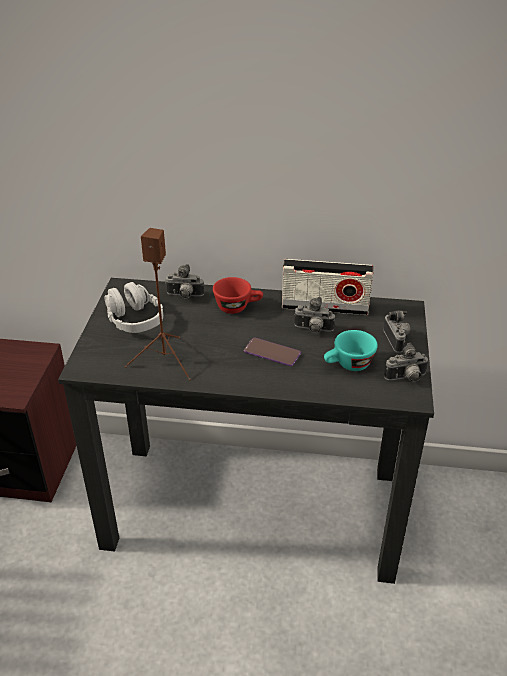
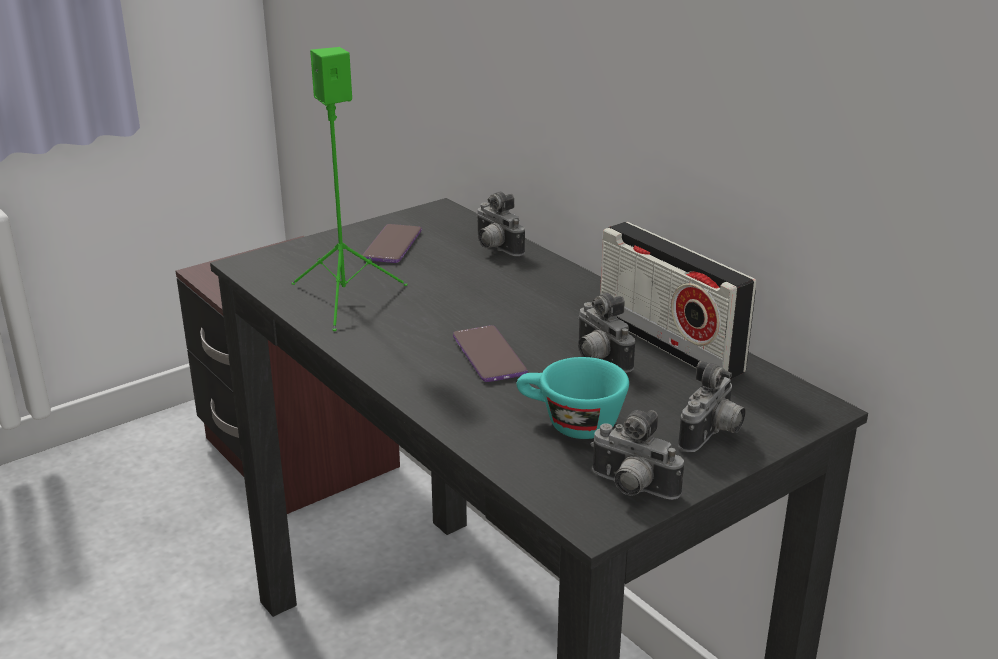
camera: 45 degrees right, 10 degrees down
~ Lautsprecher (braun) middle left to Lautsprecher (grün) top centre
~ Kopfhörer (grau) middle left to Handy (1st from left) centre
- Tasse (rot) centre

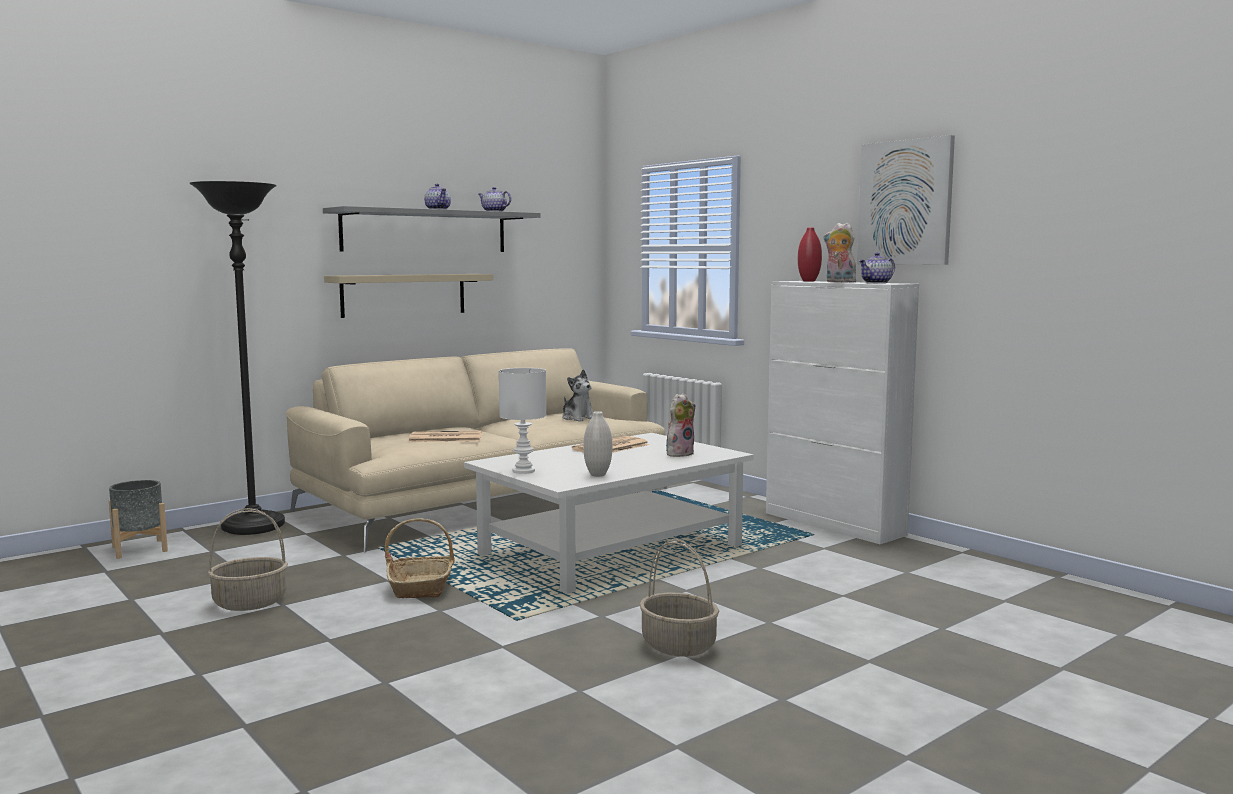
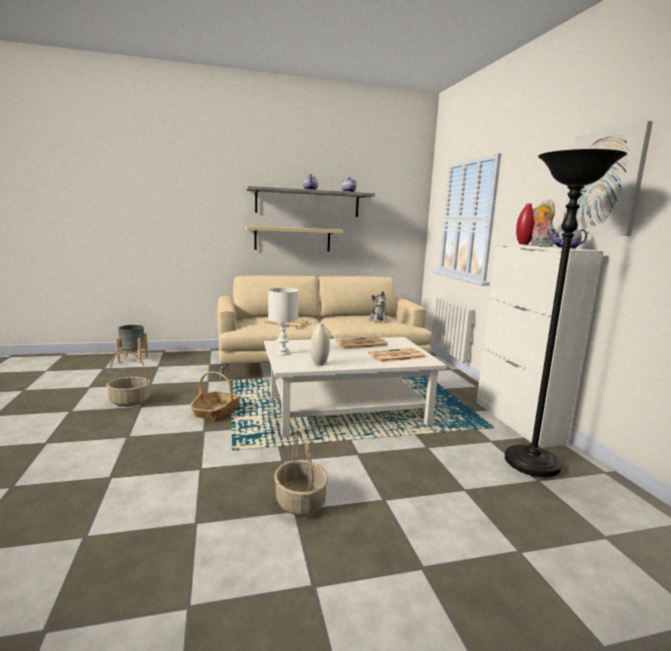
camera: 25 degrees right, 5 degrees up
~ Plüschtier (2nd from left) centre to Zeitung (3rd from left) centre
~ Stehlampe (schwarz) middle left to middle right

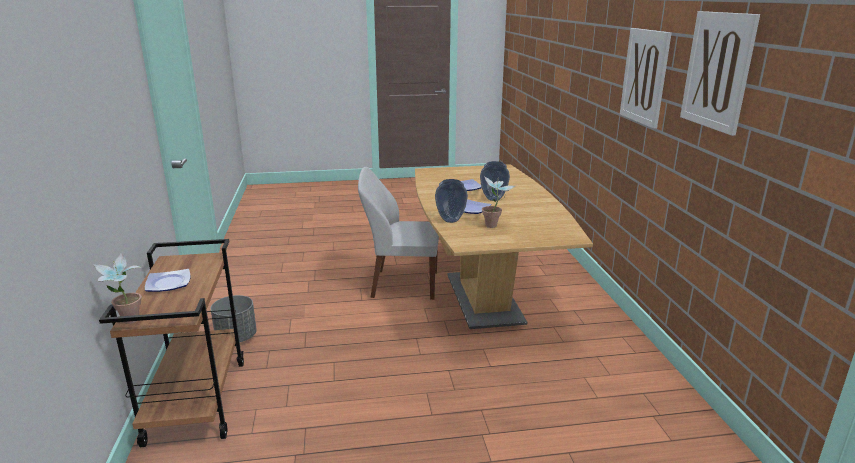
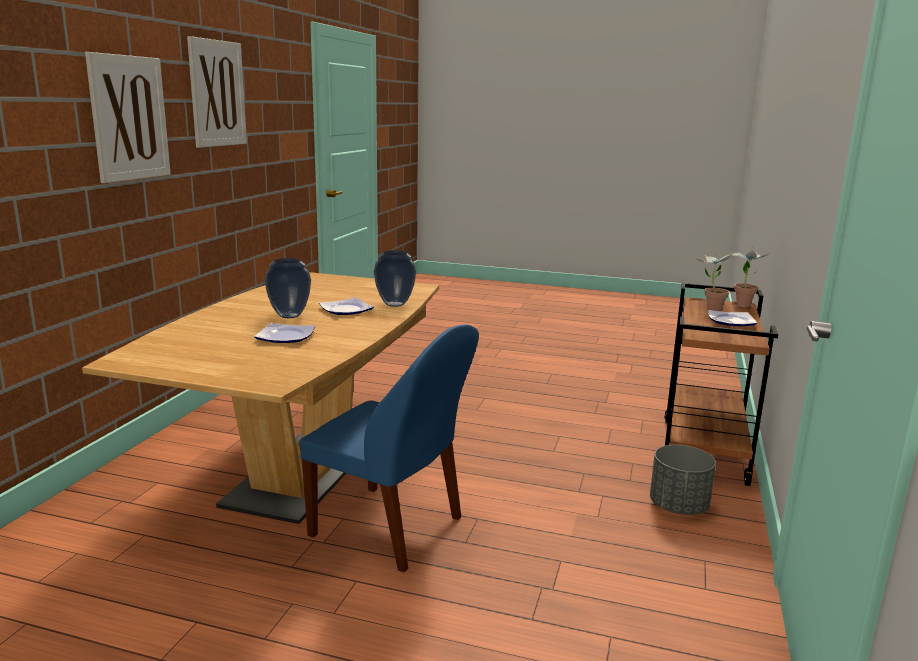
camera: 155 degrees left, 5 degrees down
~ Stuhl (weiß) centre to Stuhl (blau) bottom centre
~ Topfpflanze (2nd from left in the first image) centre to Topfpflanze (1st from left) middle right

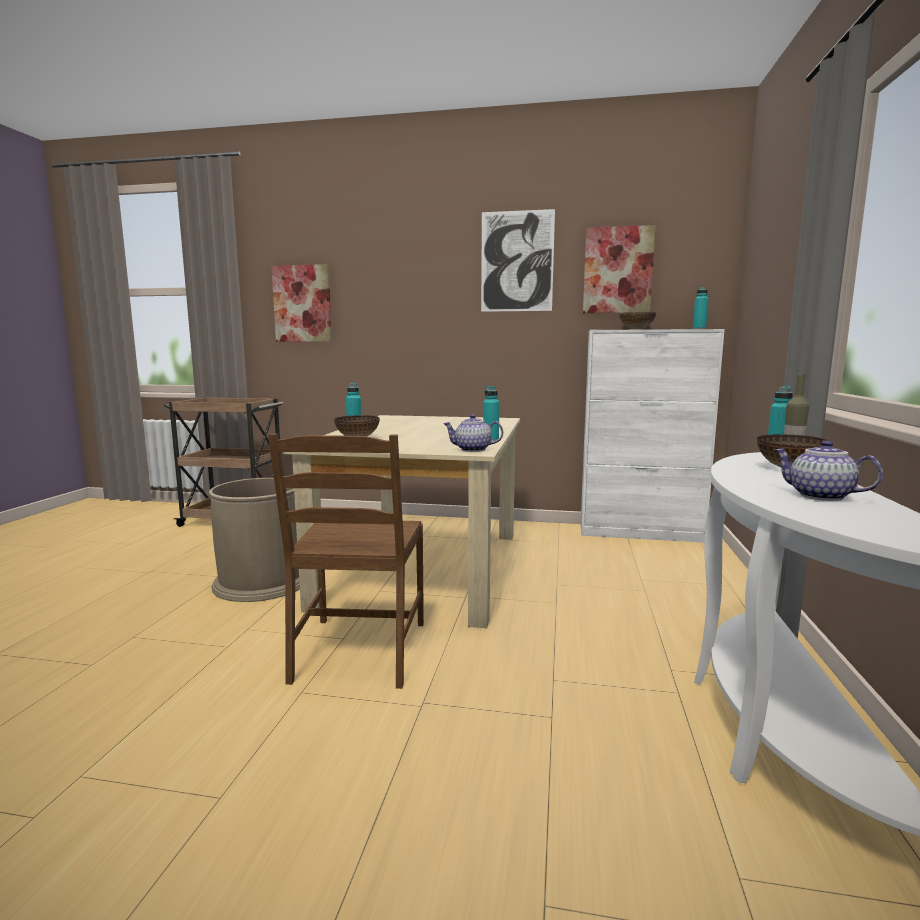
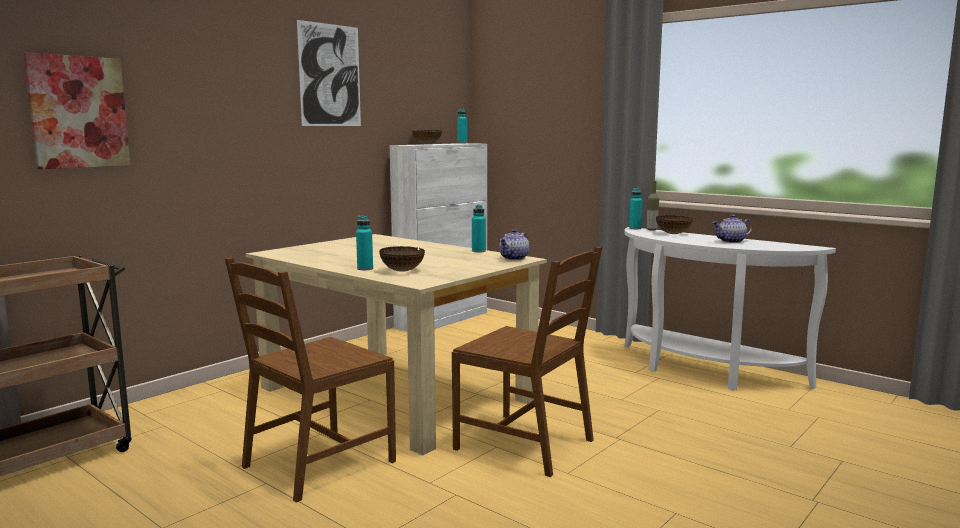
camera: 60 degrees left, 0 degrees up
~ Mülleimer (braun) middle left to Stuhl (braun) (1st from left) bottom left
- Bild (3rd from left) top right

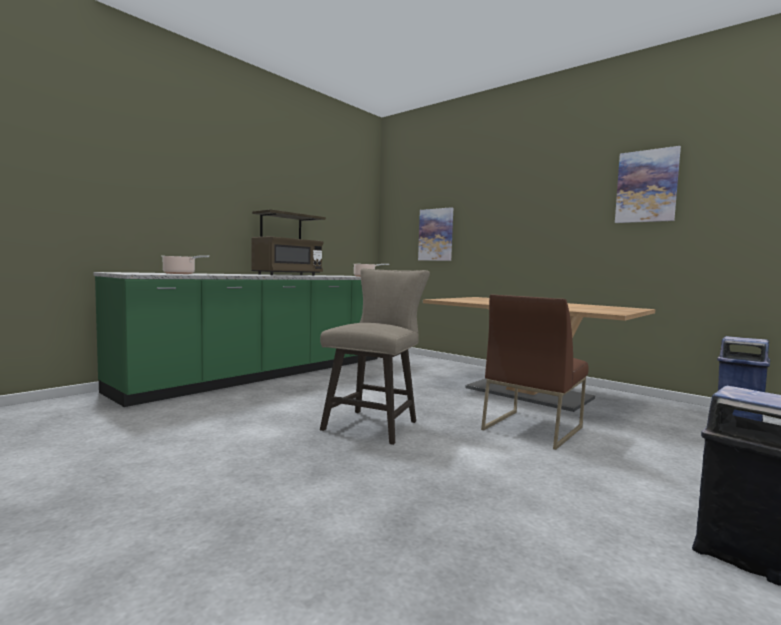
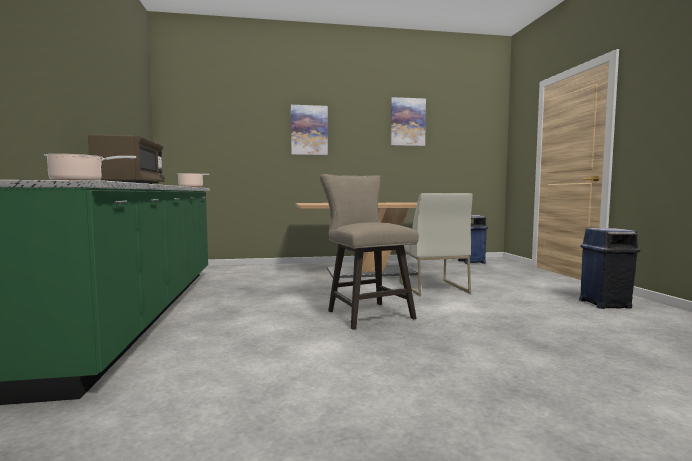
camera: 50 degrees left, 0 degrees up
~ Bild (1st from left) centre to top centre
~ Stuhl (braun) middle right to Stuhl (weiß) centre
- Wandregal centre

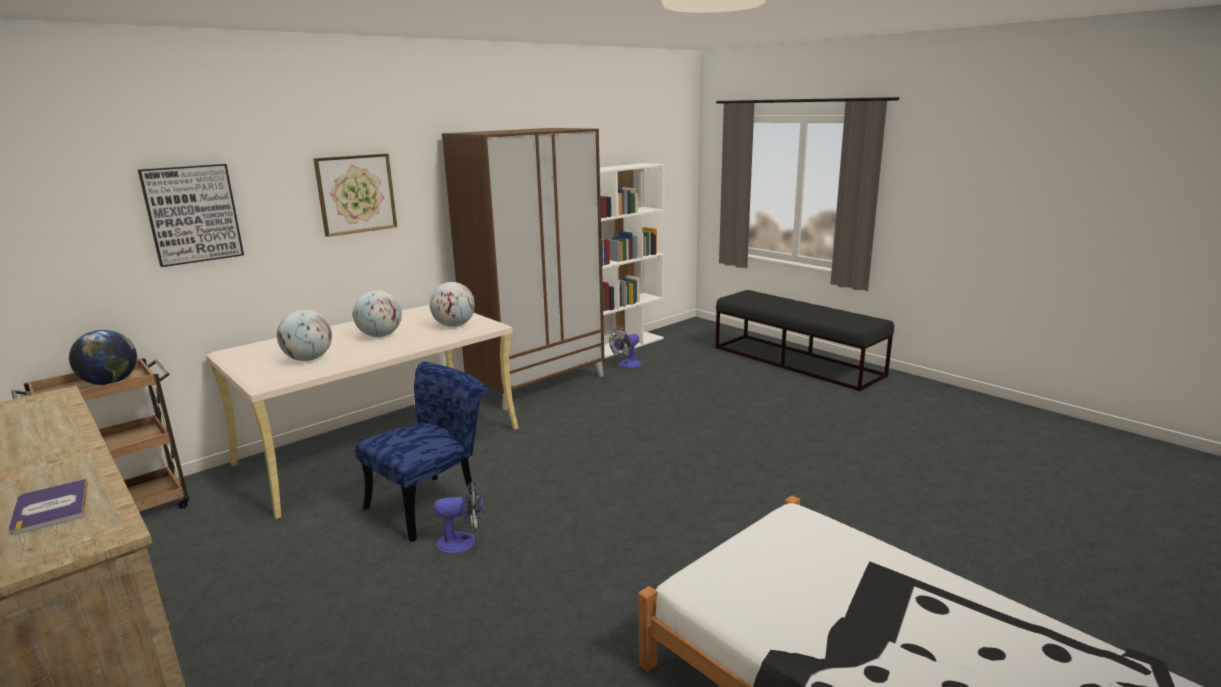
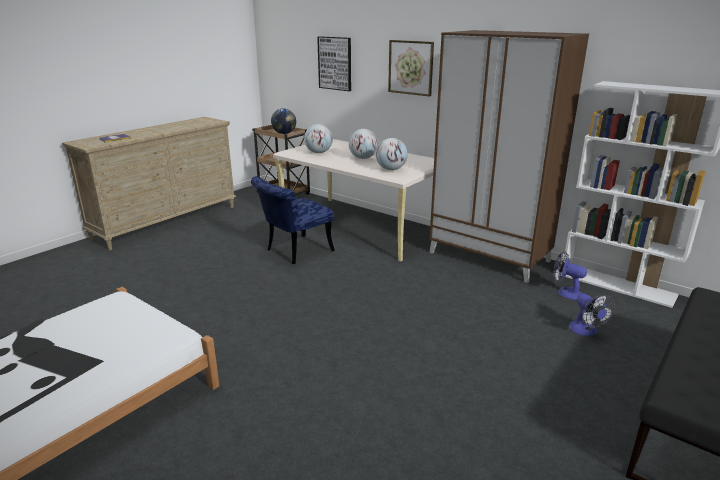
camera: 80 degrees right, 5 degrees up
~ Stuhl (blau) centre = centre 105 degrees clockwise
~ Ventilator (1st from left in the first image) bottom centre to Ventilator (2nd from left) middle right

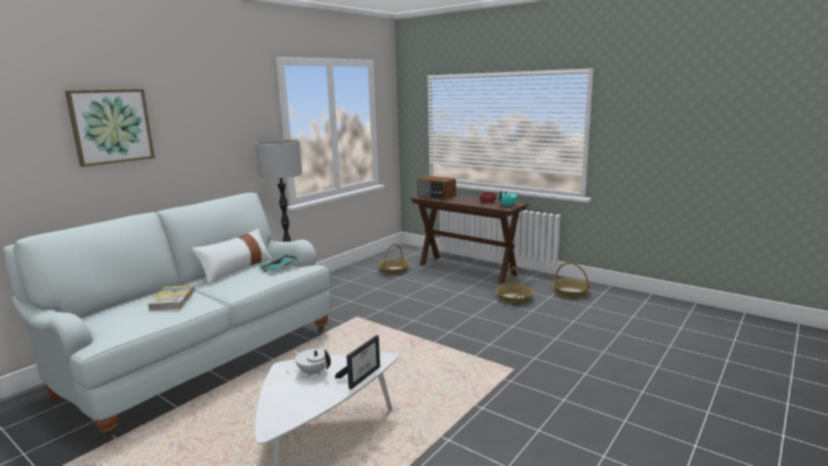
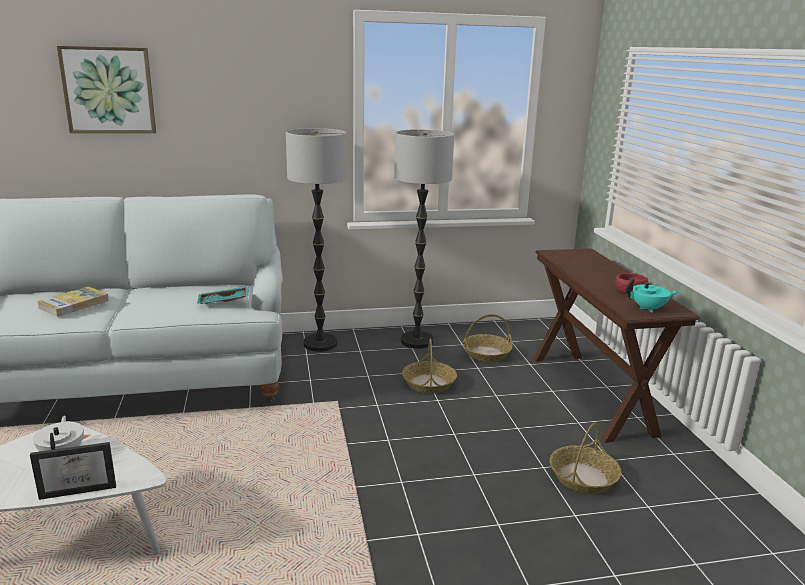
camera: 40 degrees right, 5 degrees up
+ Stehlampe (2nd from left) centre
~ Korb (3rd from left in the first image) middle right to Korb (1st from left) centre
- Kissen (weiß) middle left
- Radio centre

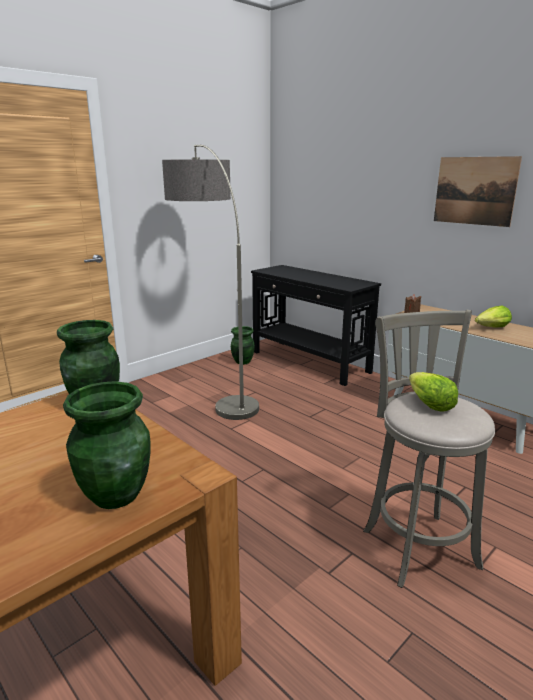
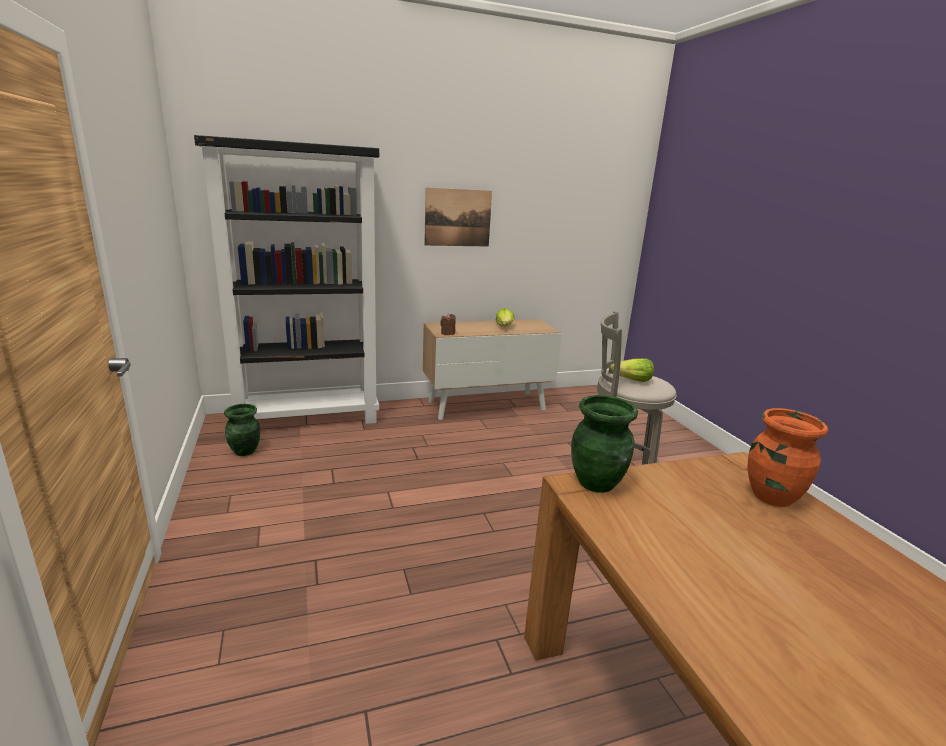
camera: 65 degrees left, 0 degrees up
~ Konsolentisch (schwarz) centre to Bücherregal (schwarz) middle left
~ Vase (grün) (2nd from left) middle left to Vase (orange) middle right
- Stehlampe centre

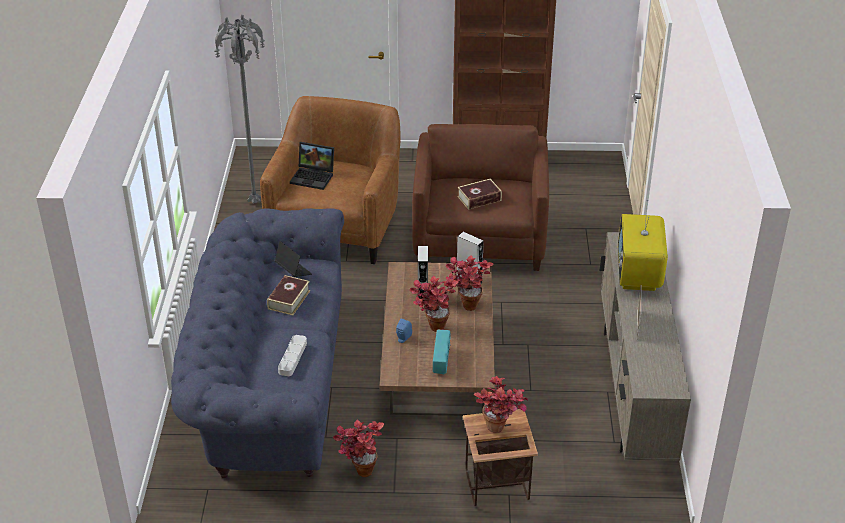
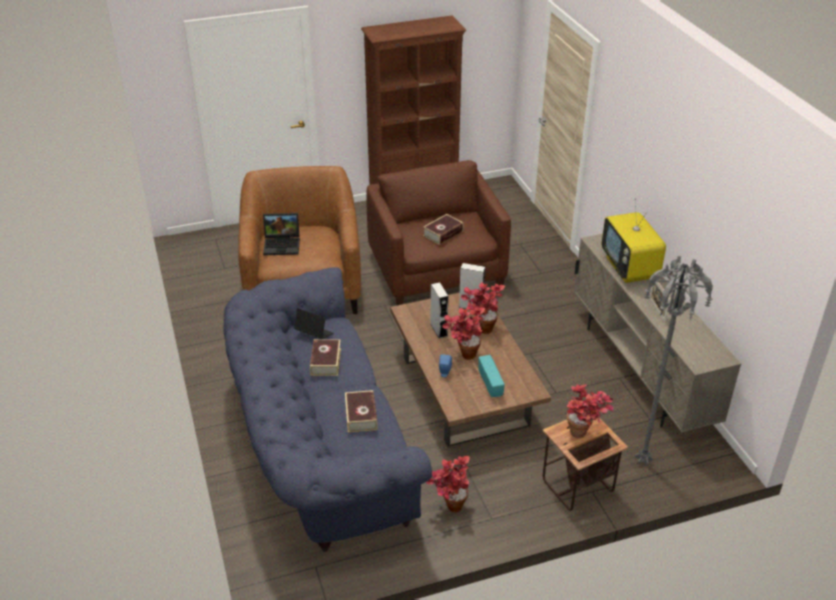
camera: 20 degrees left, 0 degrees up
~ Tablett (grau) bottom centre to Buch (2nd from left) bottom centre
~ Stehlampe (grau) top left to middle right

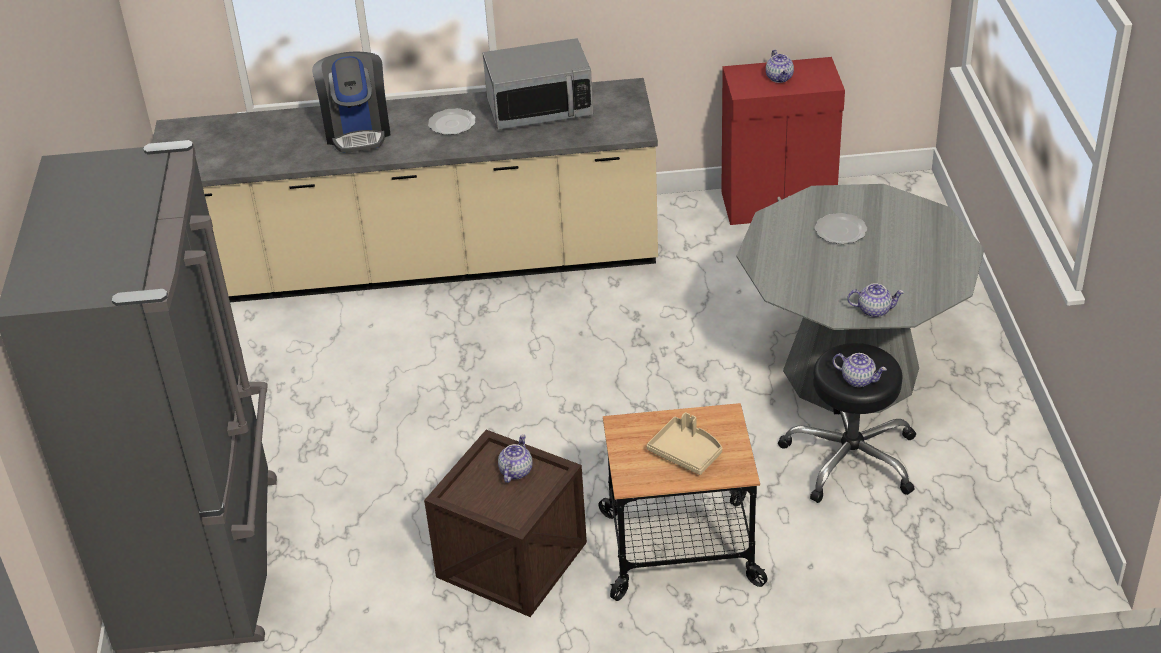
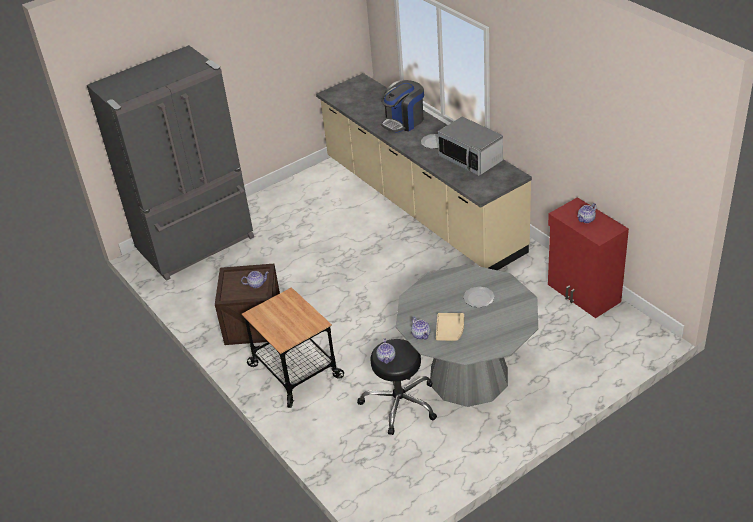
camera: 60 degrees right, 0 degrees up
~ Tablett (beige) bottom centre to centre

